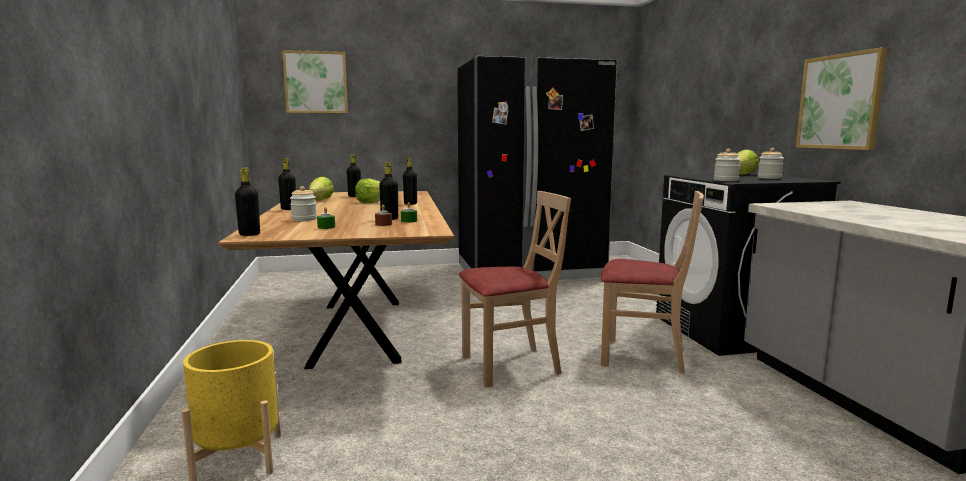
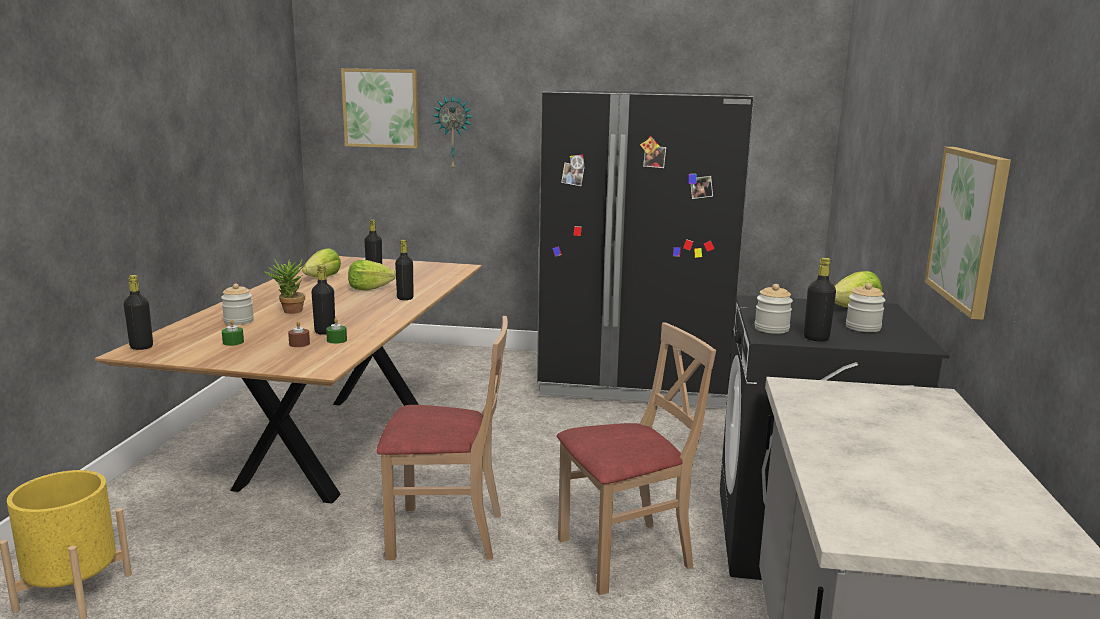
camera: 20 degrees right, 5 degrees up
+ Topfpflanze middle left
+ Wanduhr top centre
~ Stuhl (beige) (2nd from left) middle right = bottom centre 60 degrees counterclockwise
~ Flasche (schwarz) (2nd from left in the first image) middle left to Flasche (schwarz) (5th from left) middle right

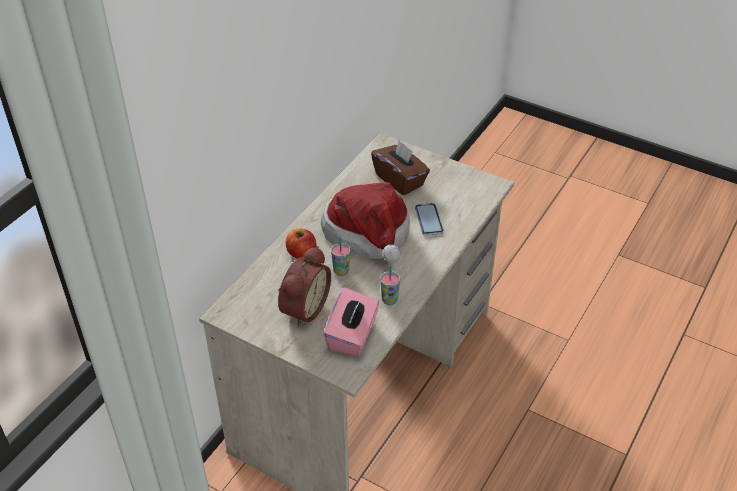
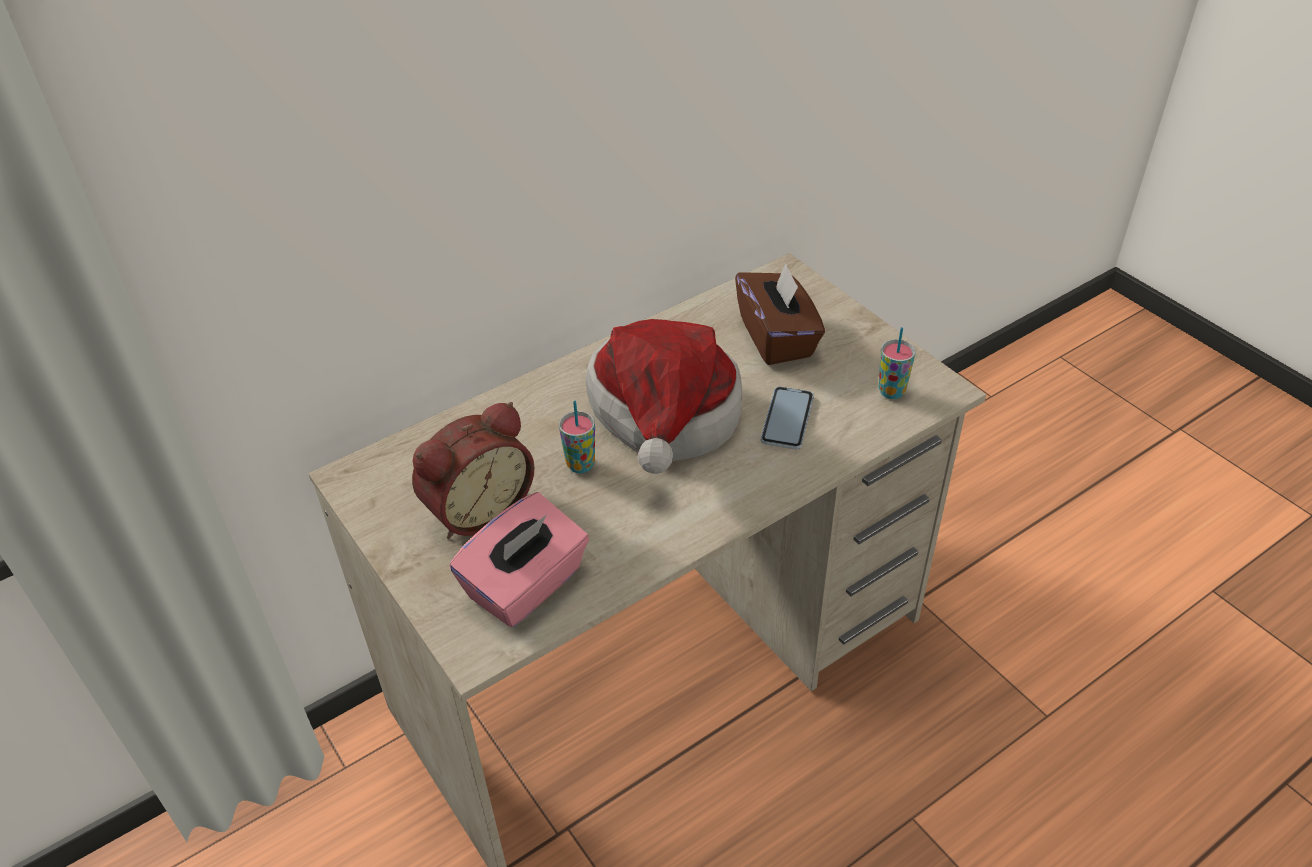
camera: 25 degrees right, 0 degrees up
~ Tasse (2nd from left) centre to middle right
- Apfel centre

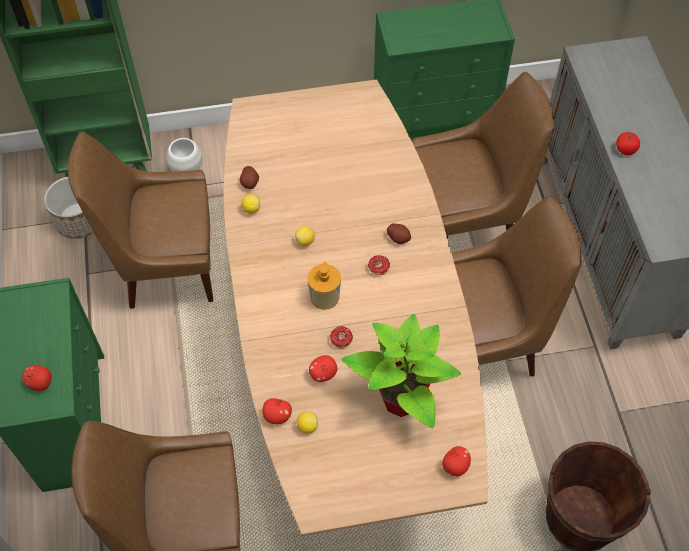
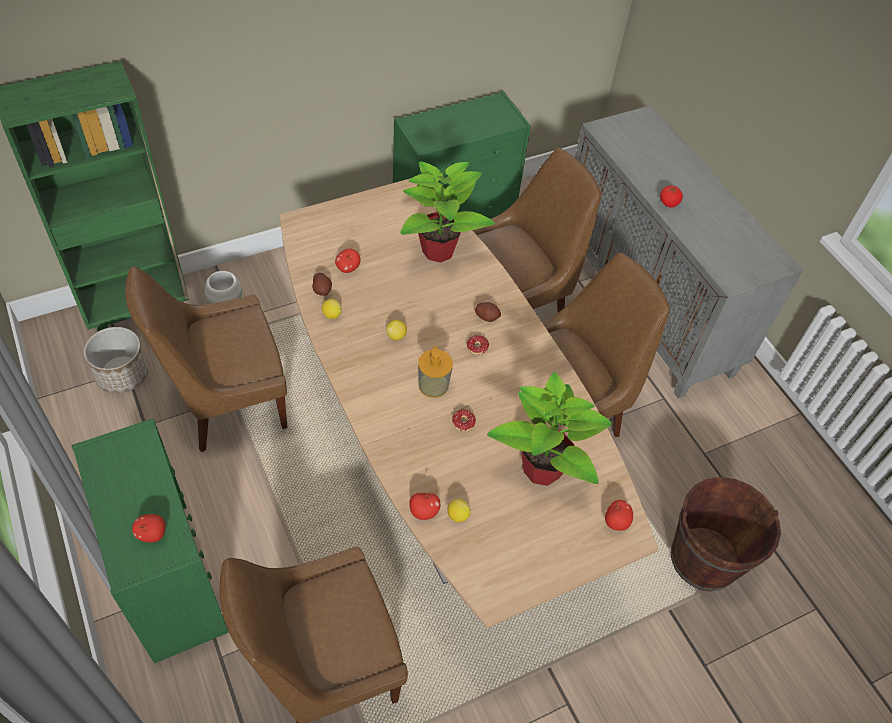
camera: 20 degrees left, 5 degrees down
~ Apfel (3rd from left in the first image) bottom centre to Apfel (2nd from left) centre
+ Topfpflanze (1st from left) top centre

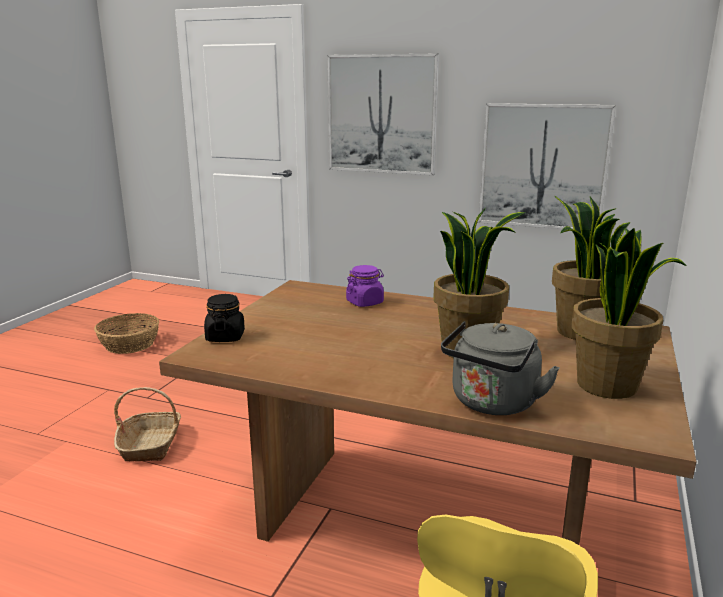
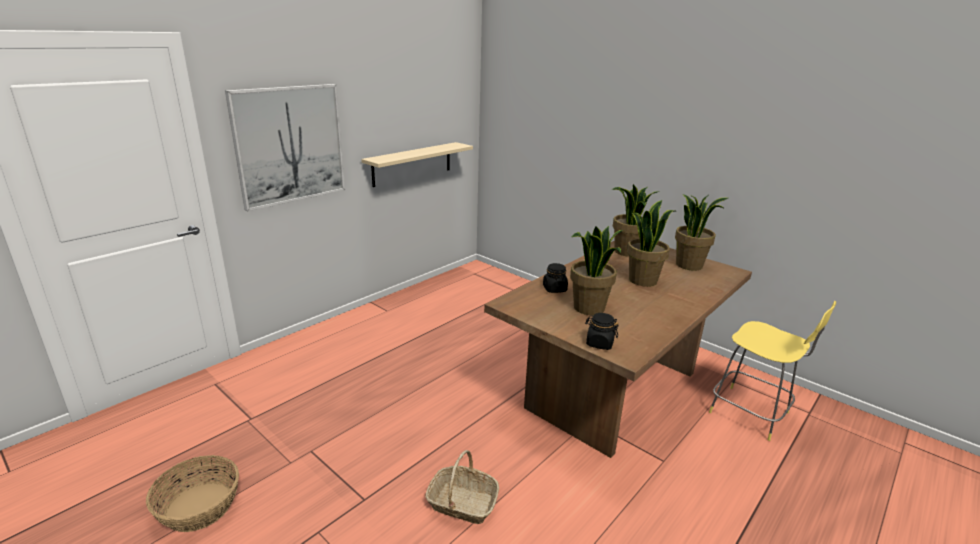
camera: 70 degrees left, 5 degrees up
~ Bild (2nd from left) top right to Wandregal (beige) top centre
~ Vorratsglas (lila) centre to Vorratsglas (schwarz) (1st from left) centre
+ Topfpflanze (1st from left) centre
- Wasserkessel (grau) middle right

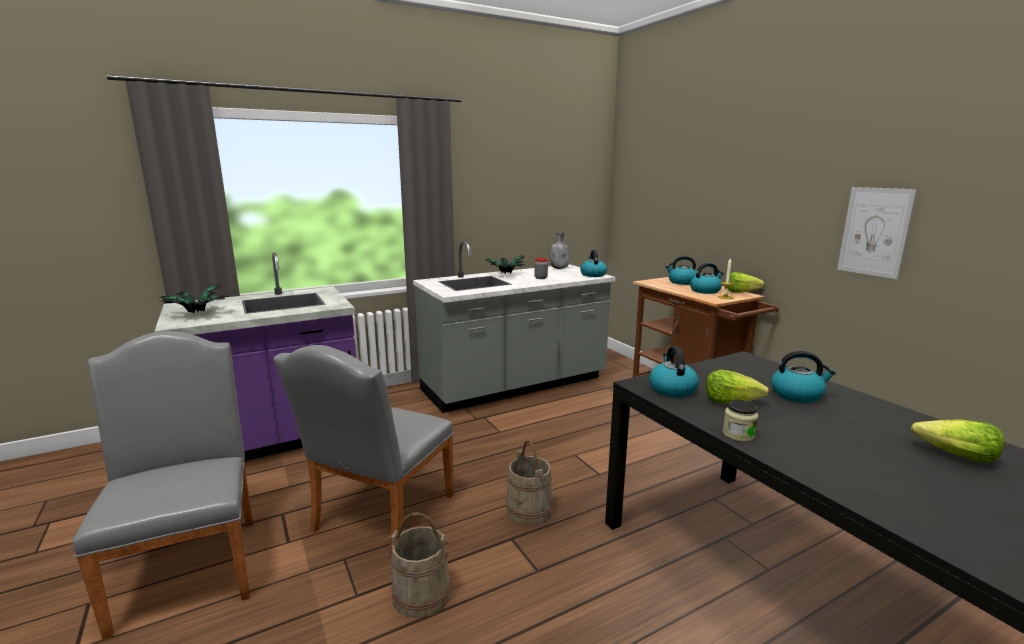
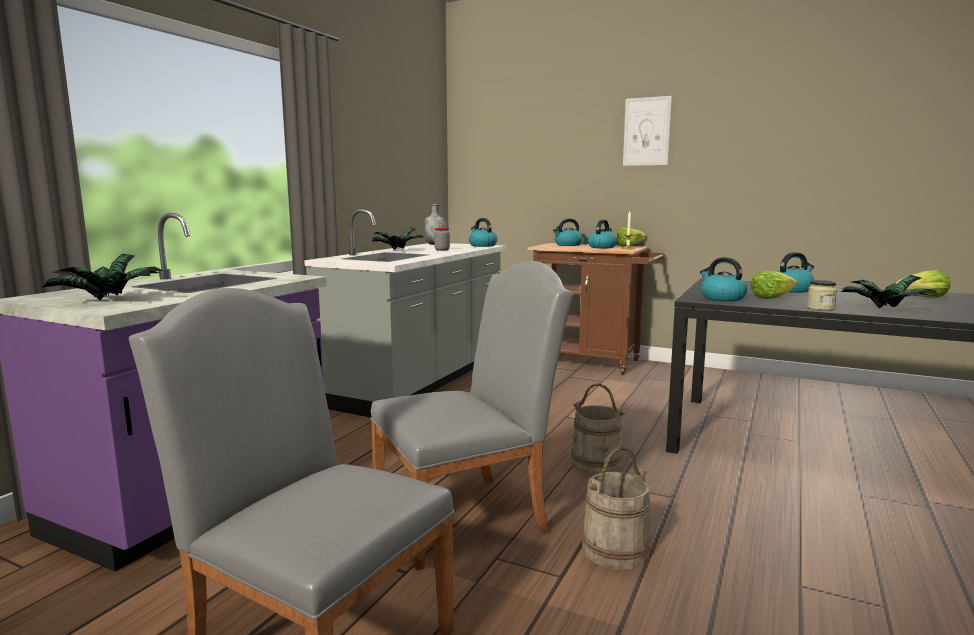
camera: 35 degrees left, 5 degrees down
~ Stuhl (grau) (2nd from left) bottom centre = centre 105 degrees counterclockwise
~ Bild middle right to top centre
+ Topfpflanze (3rd from left) middle right

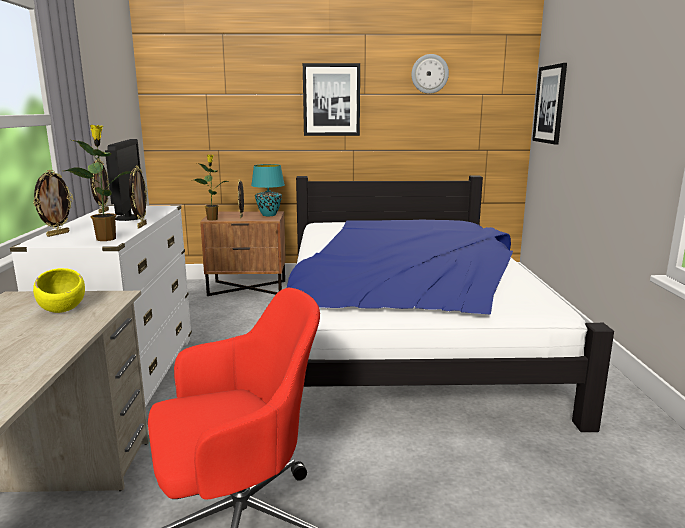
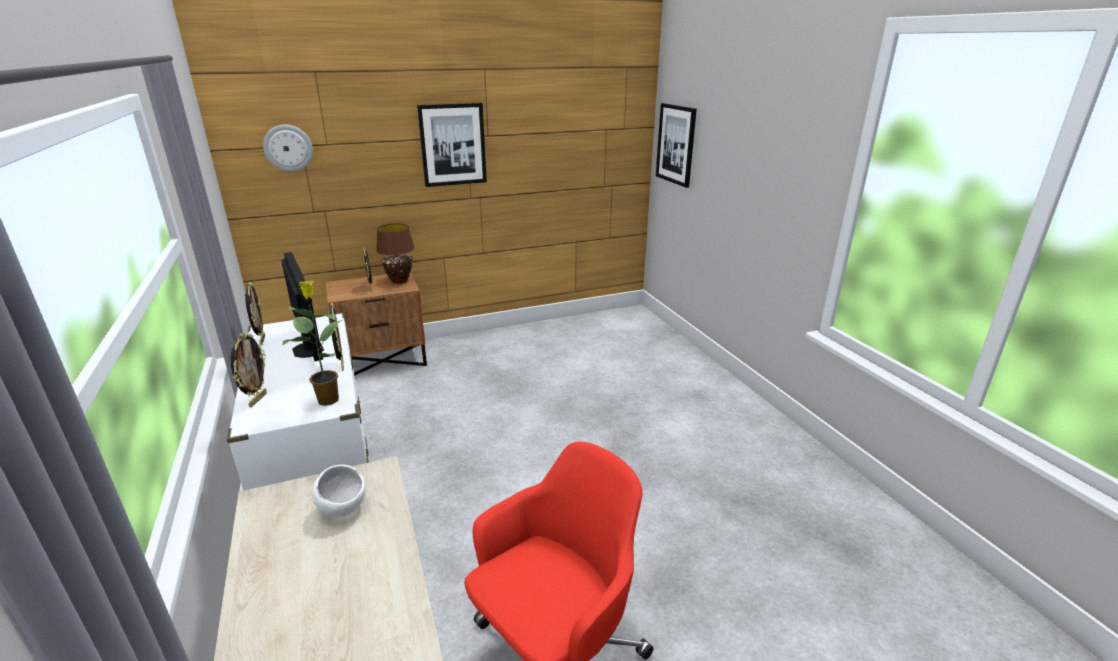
camera: 20 degrees left, 10 degrees up
~ Wanduhr top centre to top left
~ Schüssel (gelb) middle left to Schüssel (weiß) bottom left
~ Tischlampe (türkis) centre to Tischlampe (braun) centre
- Topfpflanze (2nd from left) middle left
- Bett centre

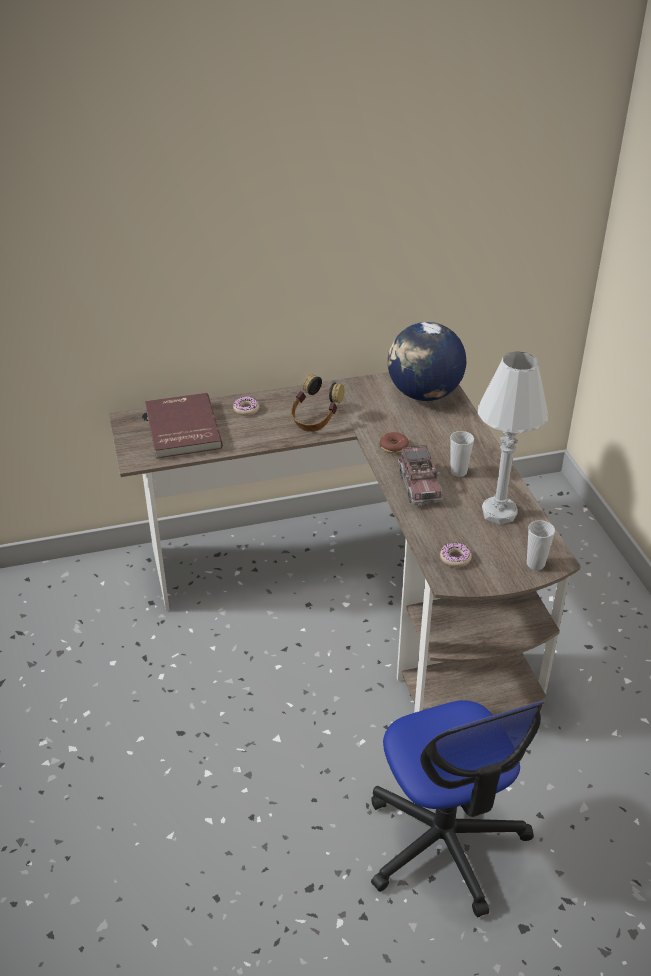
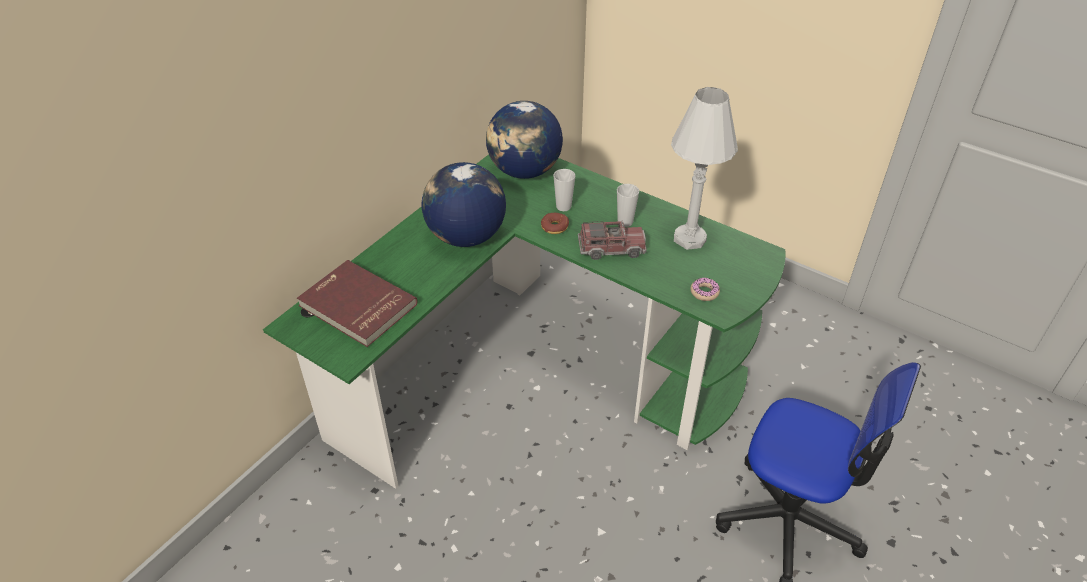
camera: 40 degrees left, 5 degrees up
~ Schreibtisch (braun) centre to Schreibtisch (grün) centre
~ Kopfhörer centre to Globus (1st from left) centre
~ Tasse (2nd from left in the first image) middle right to Tasse (1st from left) top centre
~ Spielzeuglaster centre = centre 45 degrees counterclockwise
- Donut (1st from left) centre

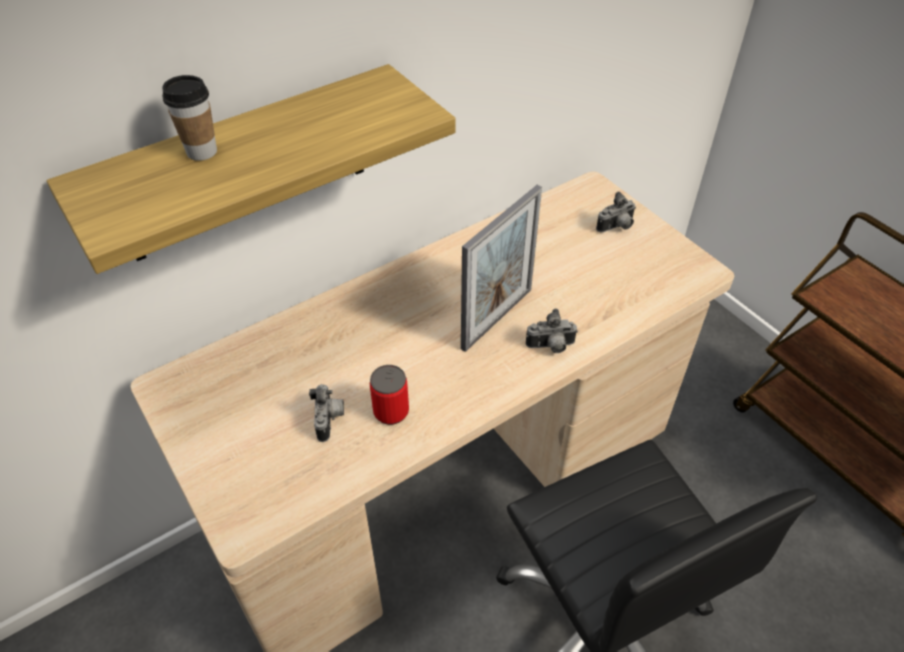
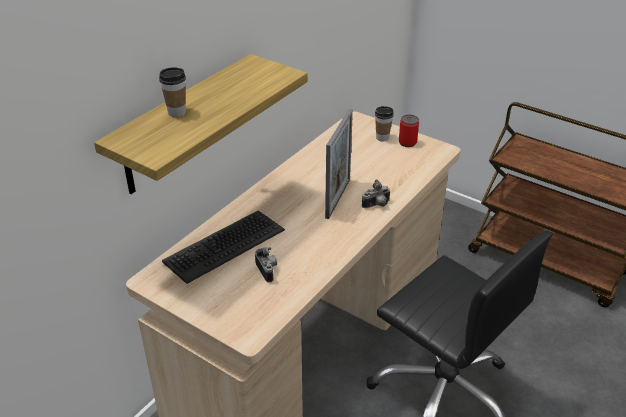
camera: 20 degrees left, 10 degrees down
+ Tastatur centre
~ Kamera (3rd from left) top right to Tasse (2nd from left) top centre
~ Dose centre to top centre

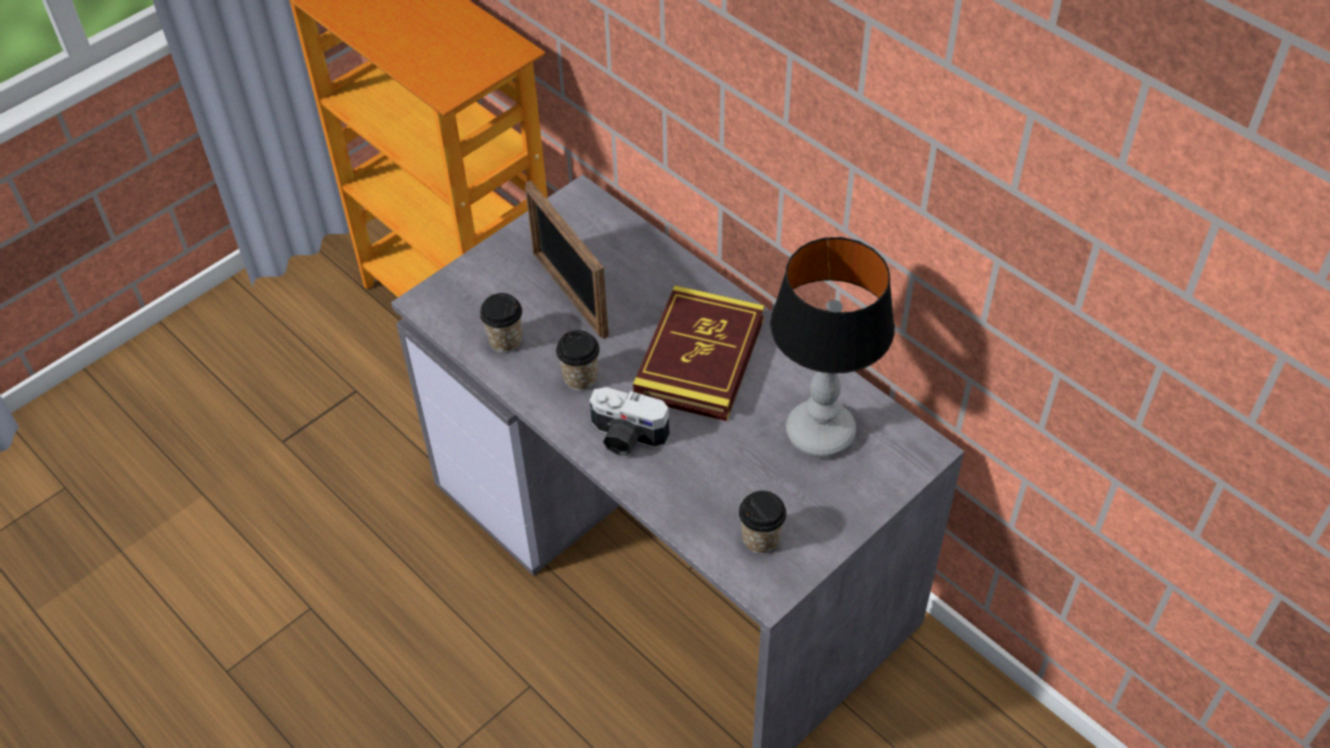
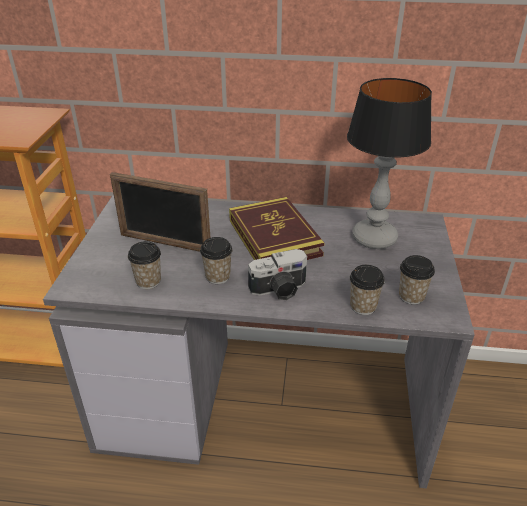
camera: 40 degrees left, 15 degrees down
+ Tasse (3rd from left) middle right

